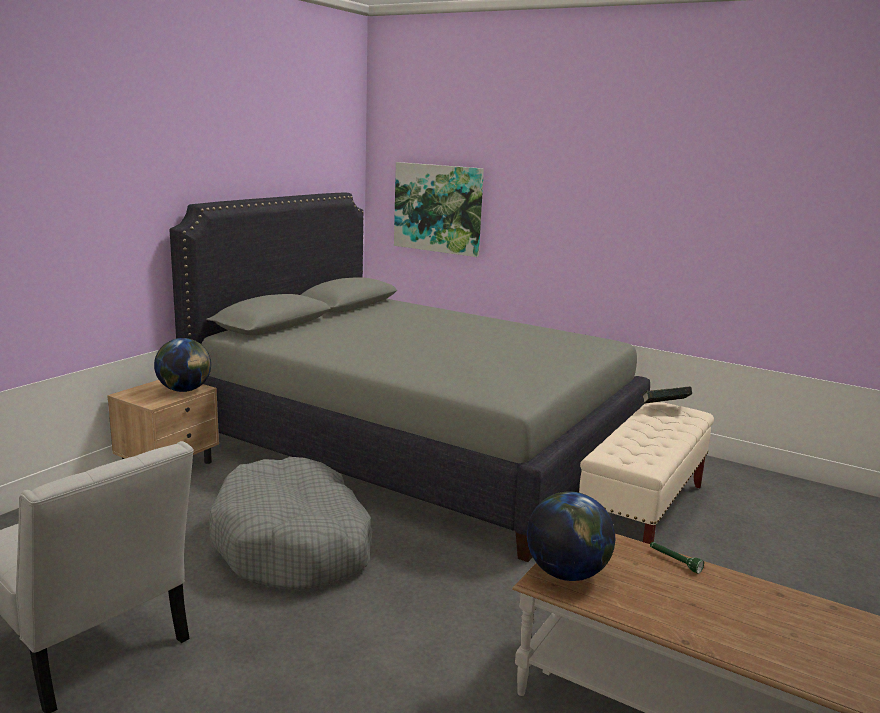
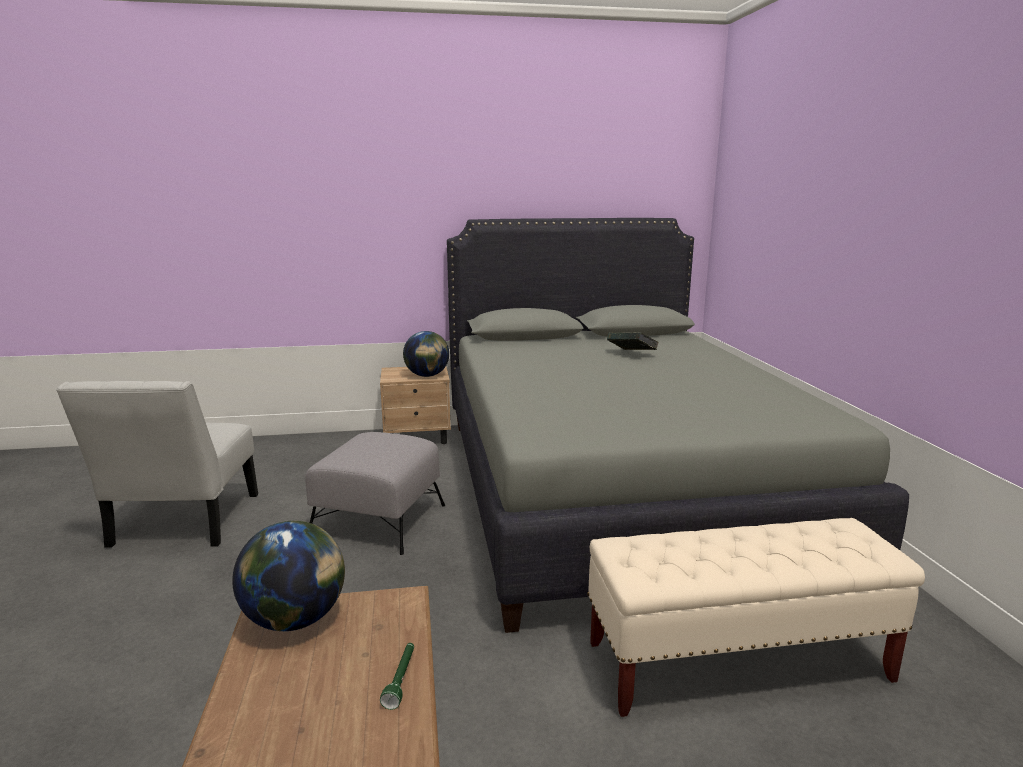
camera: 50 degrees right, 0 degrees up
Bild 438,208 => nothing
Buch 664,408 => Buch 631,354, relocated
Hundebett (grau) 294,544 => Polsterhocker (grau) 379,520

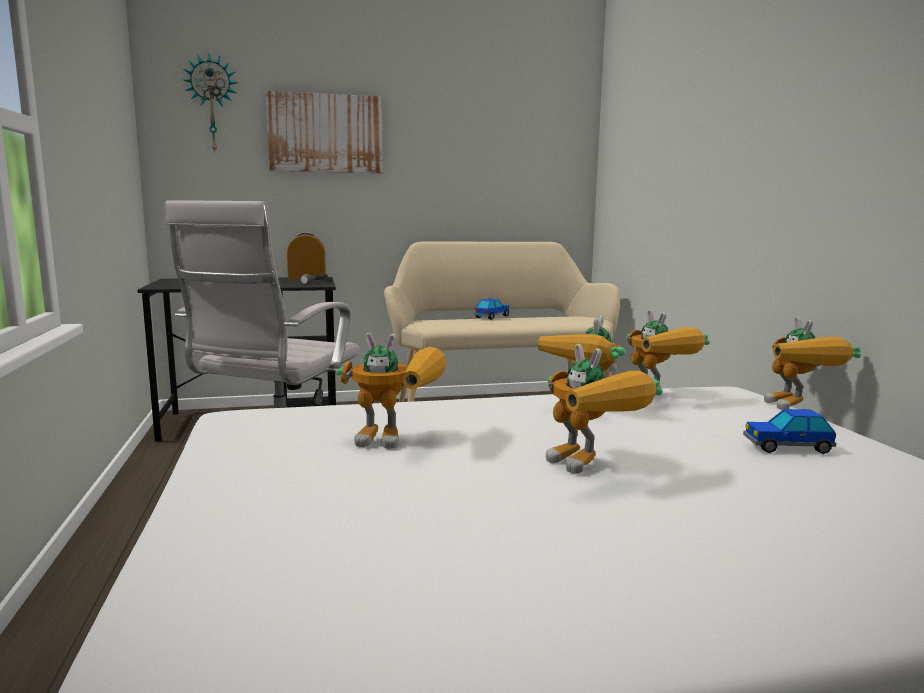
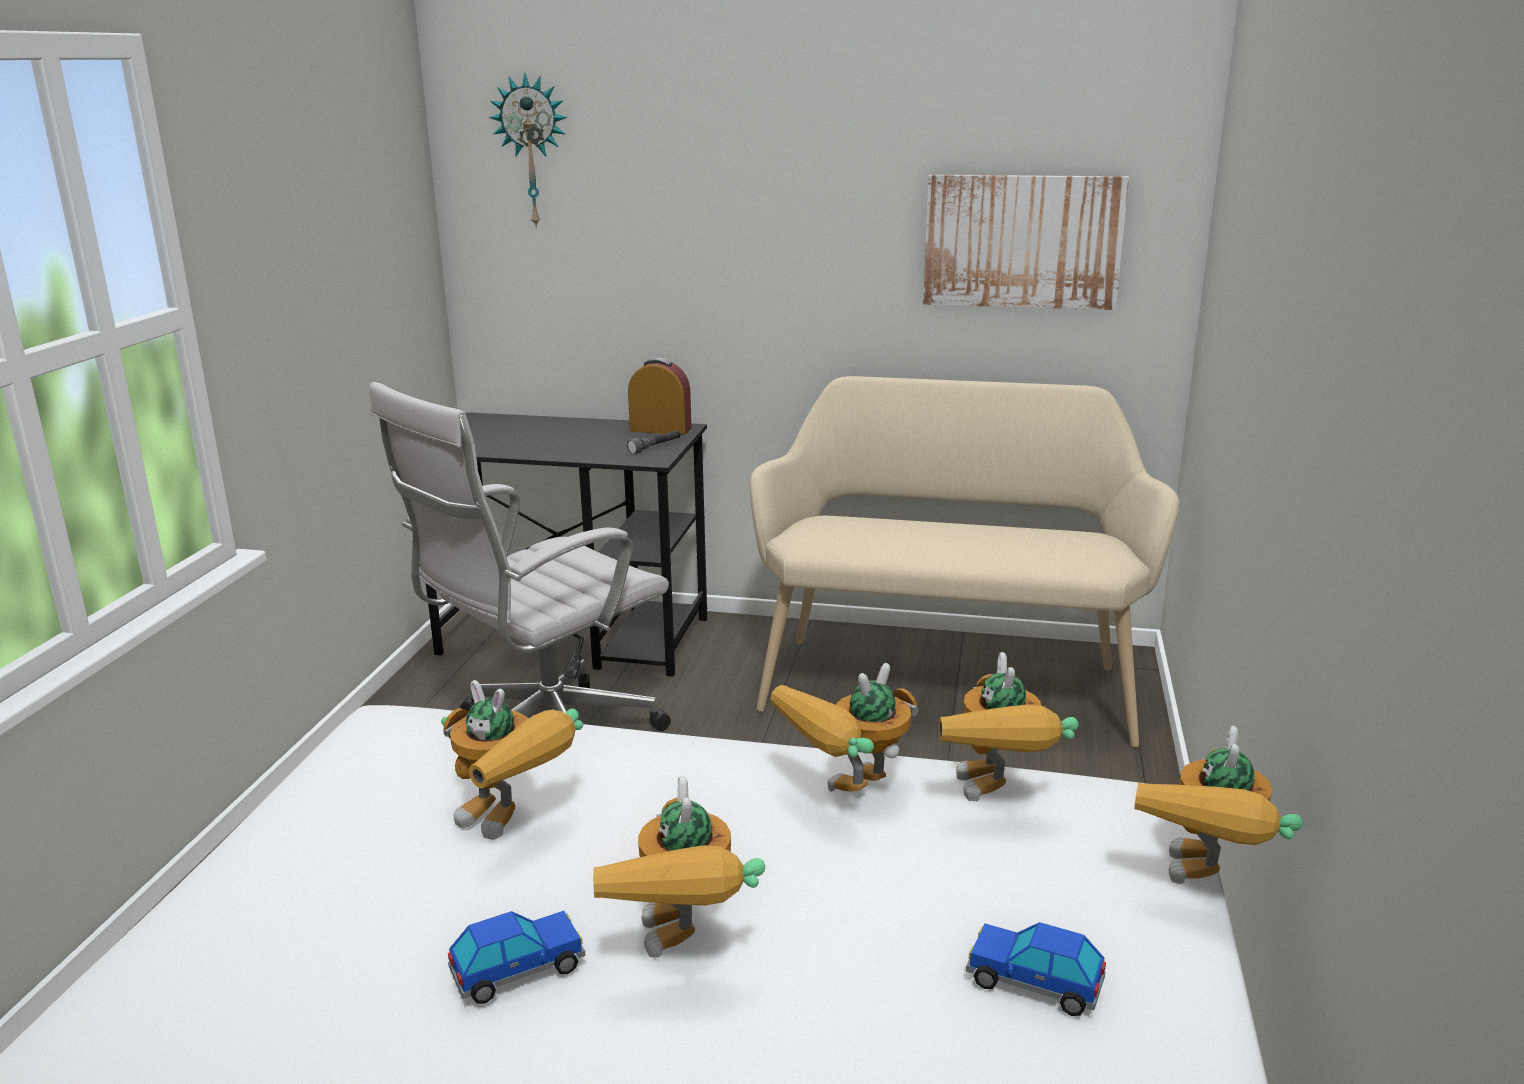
camera: 25 degrees right, 10 degrees up
Bild 325,133 => Bild 1022,241, relocated
Spielzeugauto 492,317 => Spielzeugauto 518,970, relocated

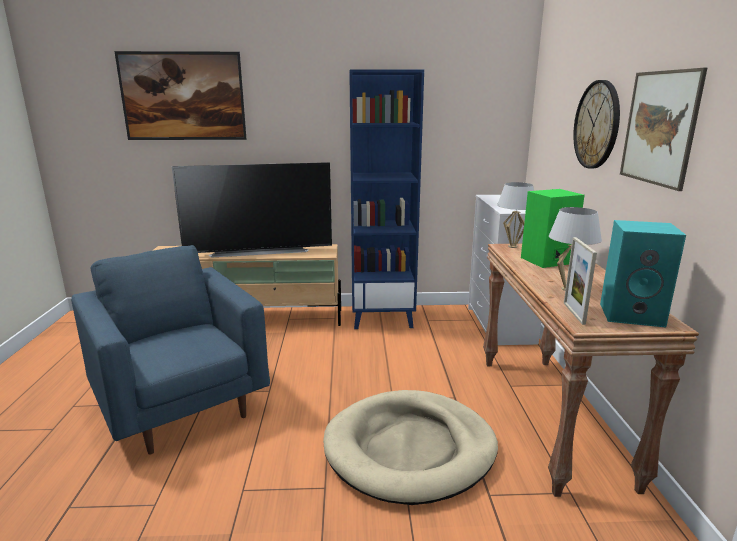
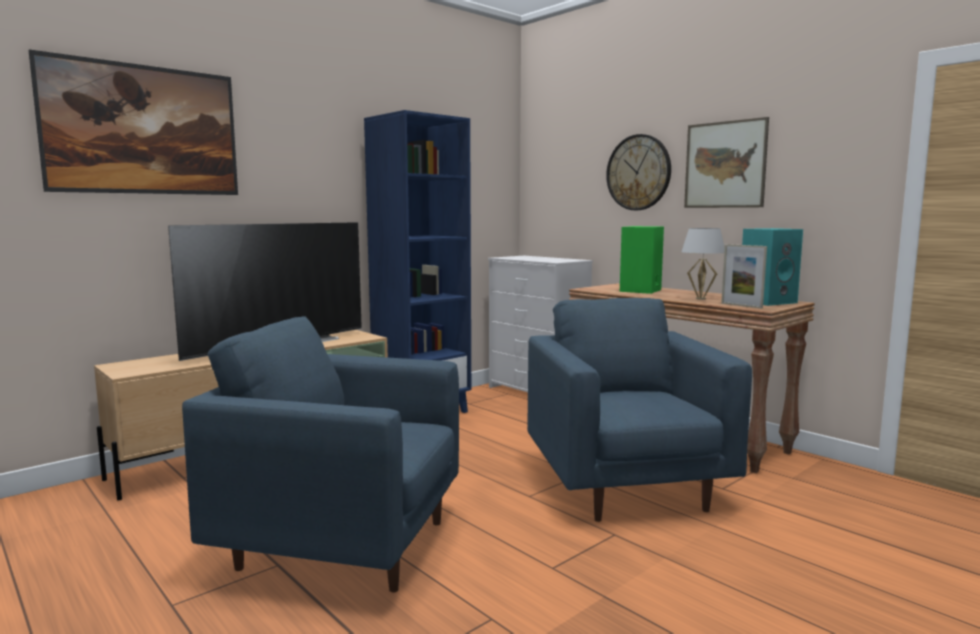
camera: 40 degrees left, 10 degrees down
Tischlampe (weiß) 512,246 => nothing
Hundebett (beige) 410,449 => Sessel (blau) 626,486

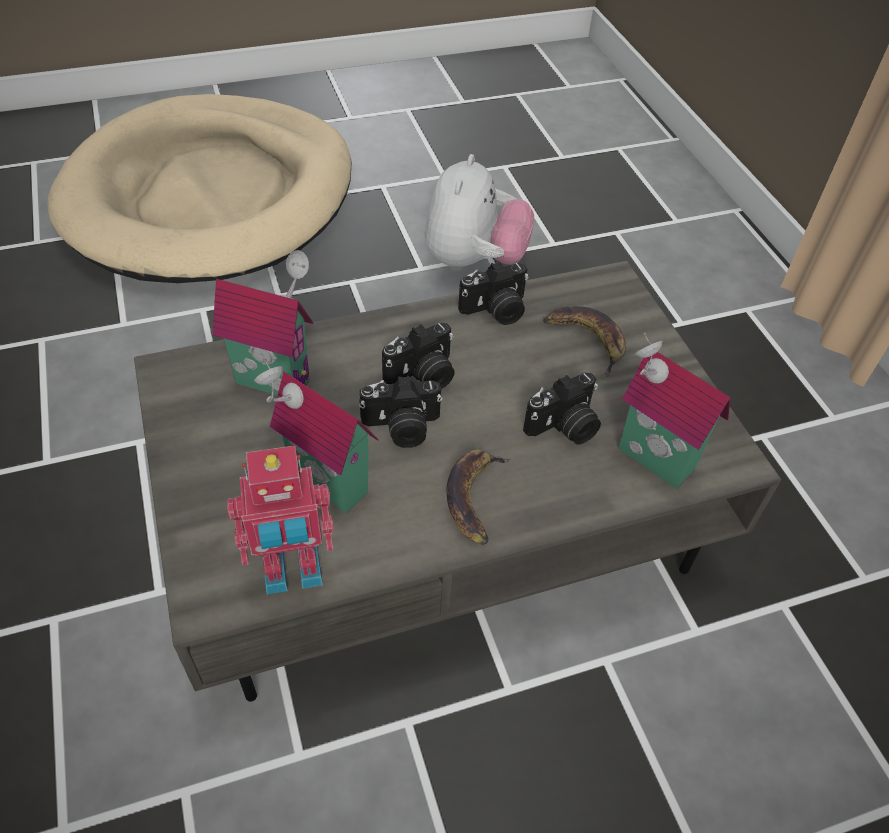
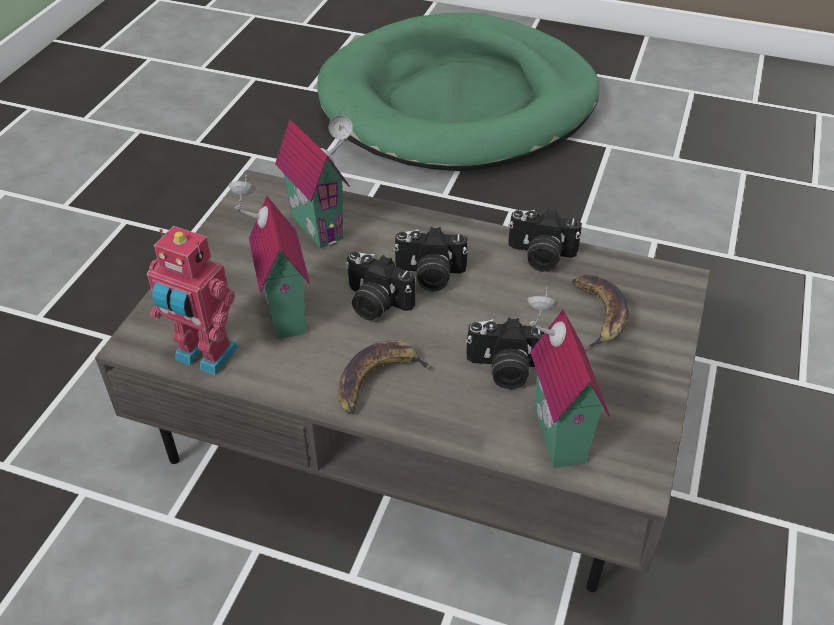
camera: 40 degrees right, 5 degrees down
Hundebett (beige) 211,196 => Hundebett (grün) 458,102
Plüschtier 473,261 => nothing

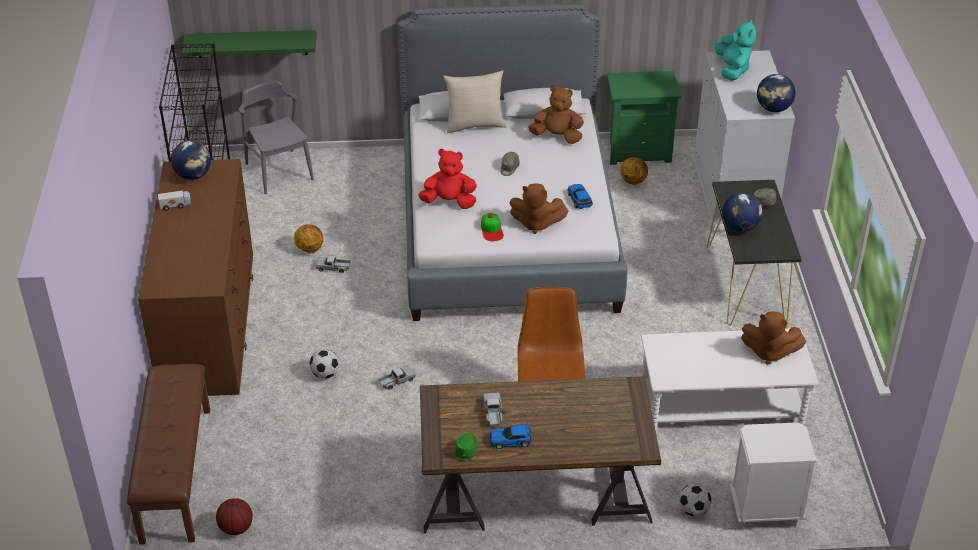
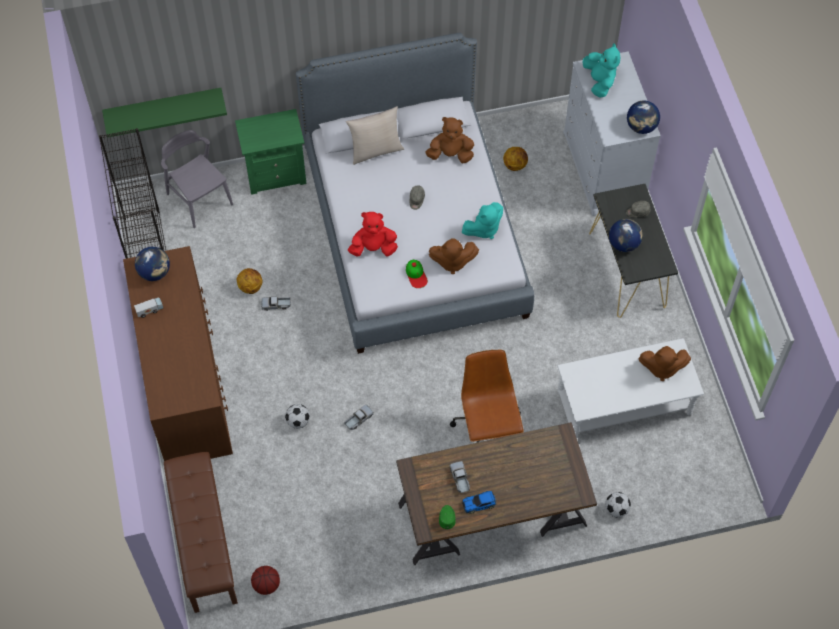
camera: 10 degrees left, 20 degrees up
Nachttisch (grün) 638,151 => Nachttisch (grün) 275,173, relocated
Spielzeugauto 579,200 => Plüschtier (türkis) 483,229
Nachttisch (weiß) 764,511 => nothing

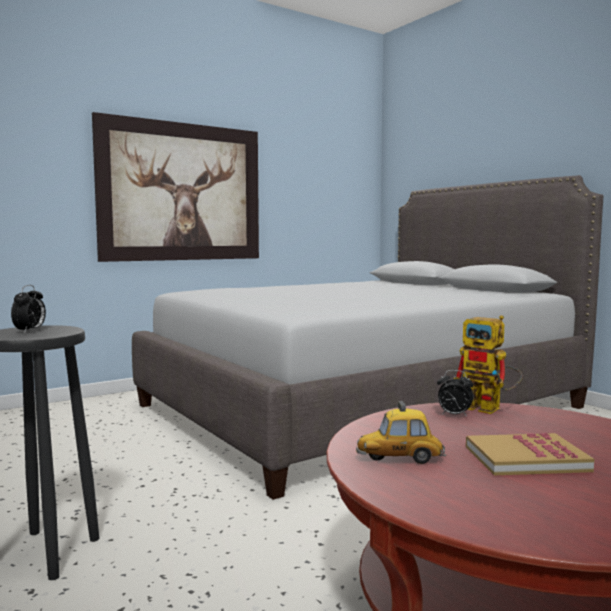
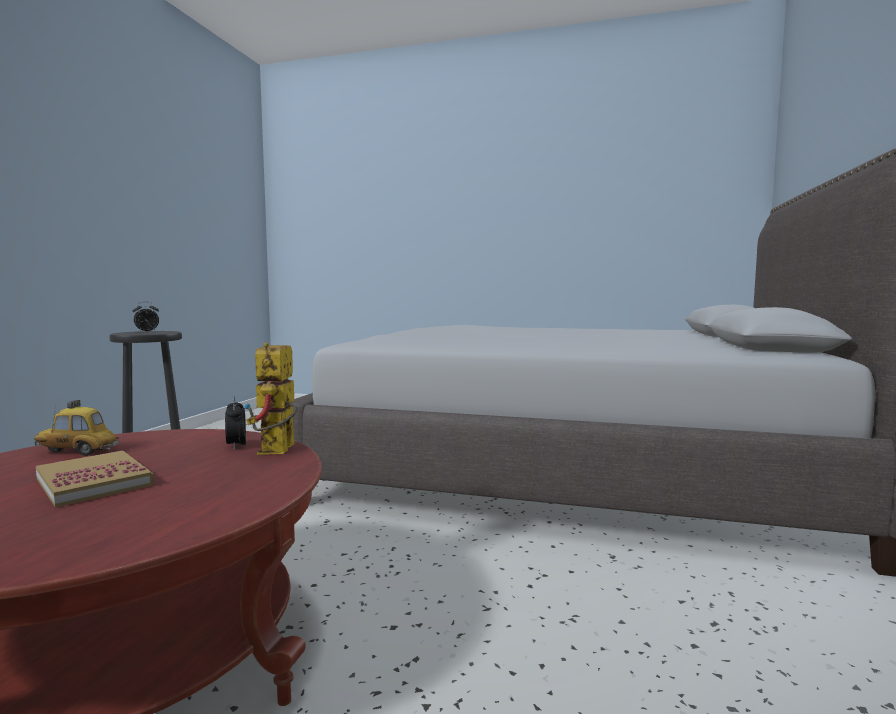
camera: 50 degrees right, 0 degrees up
Bild 182,192 => nothing
Spielzeugauto 400,459 => Spielzeugauto 77,452, 45 degrees counterclockwise

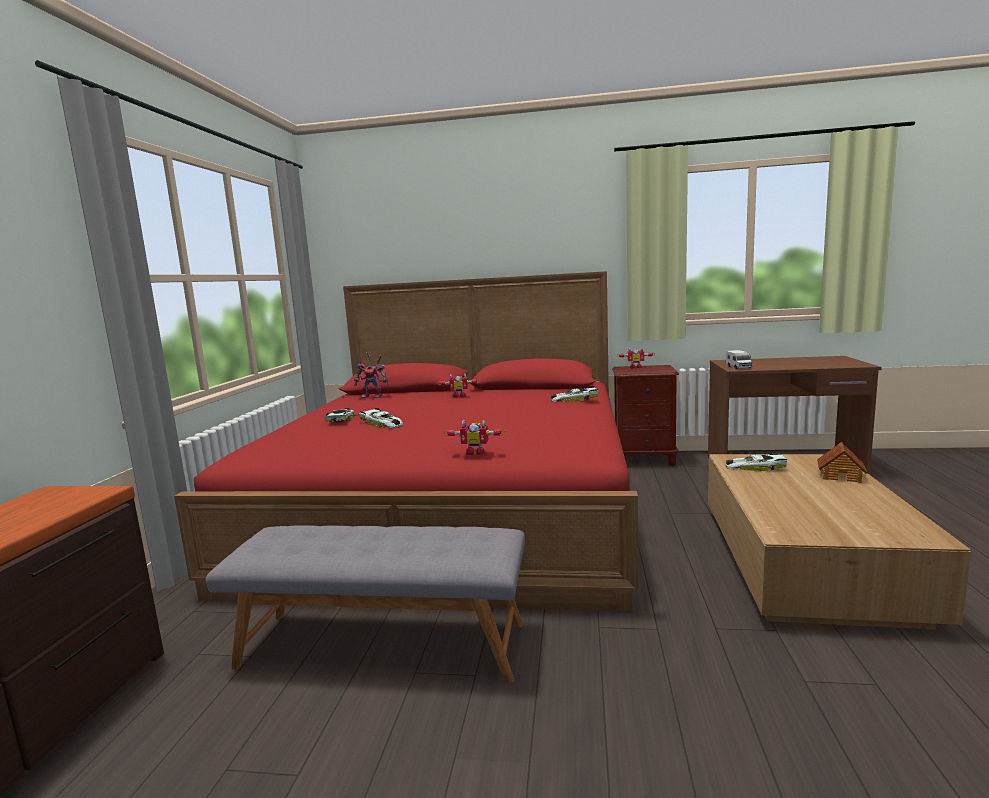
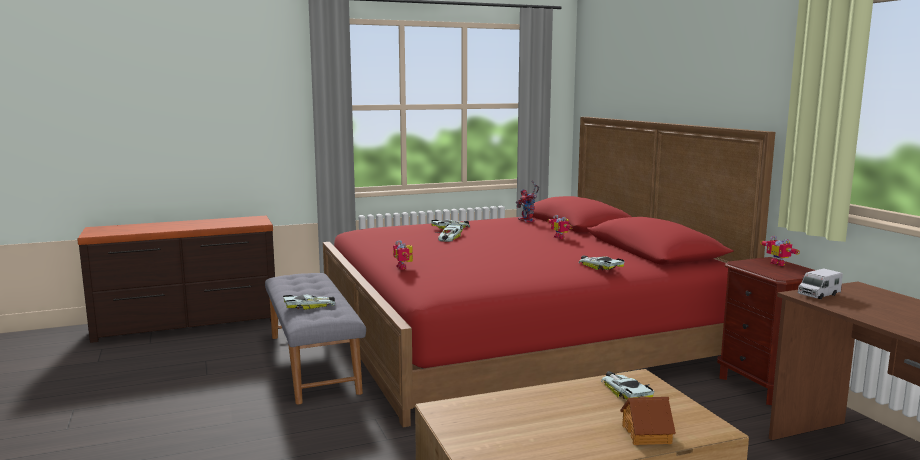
camera: 60 degrees right, 0 degrees up
nothing => Spielzeugauto 310,306

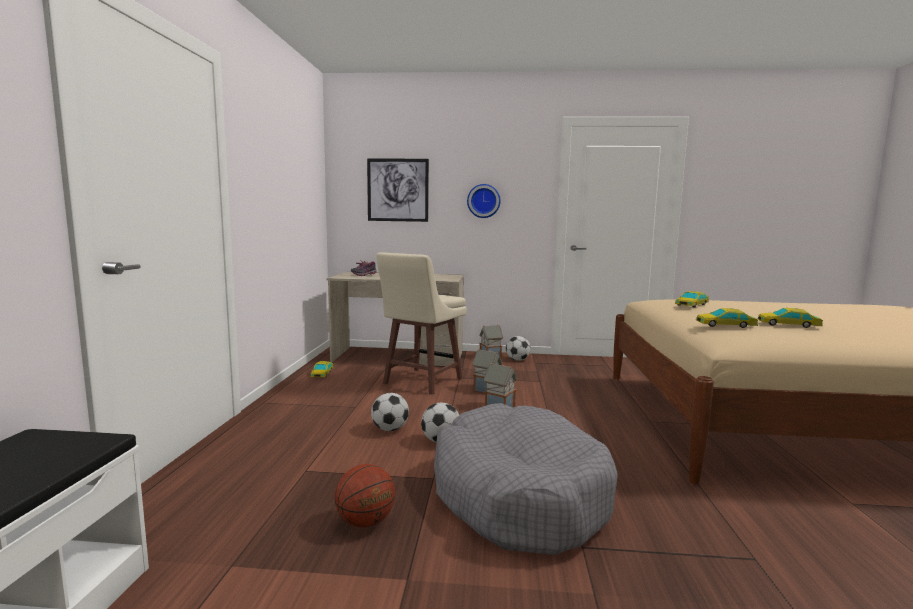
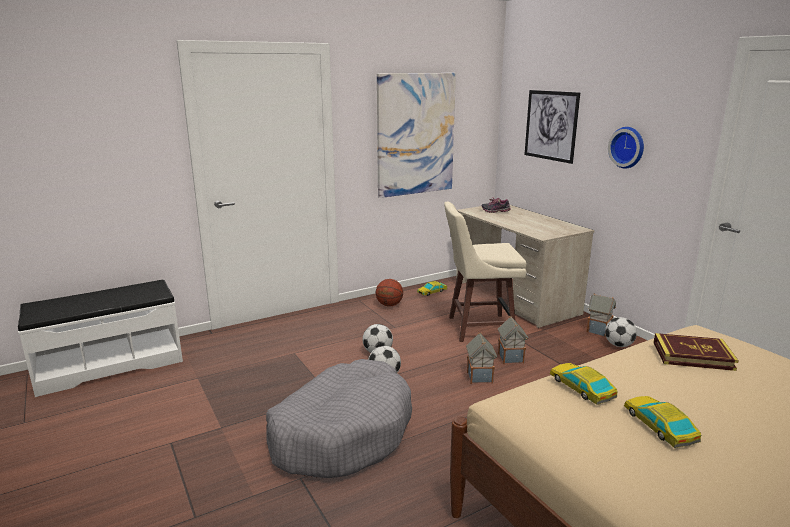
camera: 55 degrees right, 10 degrees up
Spielzeugauto 691,305 => Buch 692,356
Basketball 365,522 => Basketball 389,305, relocated
nothing => Bild 415,134

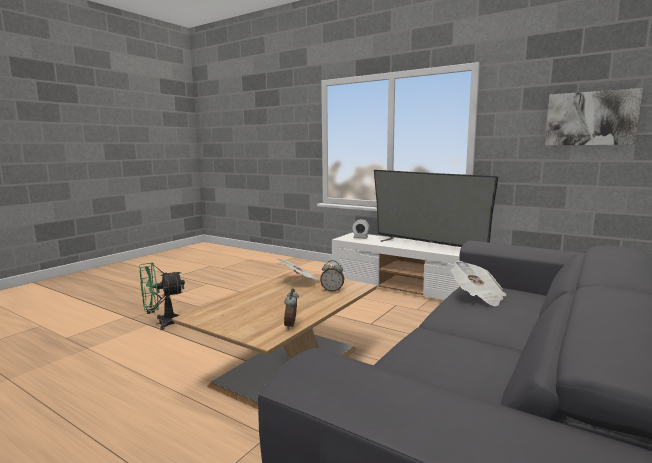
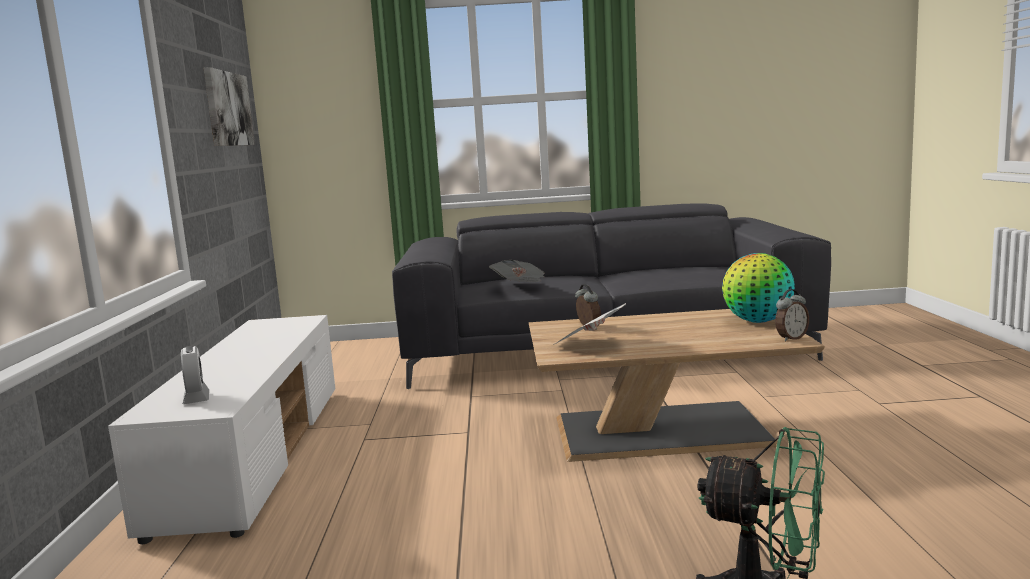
camera: 125 degrees left, 0 degrees up
Fernseher 428,246 => nothing
Wecker 292,325 => Wecker 791,338, relocated
nothing => Globus 758,321

